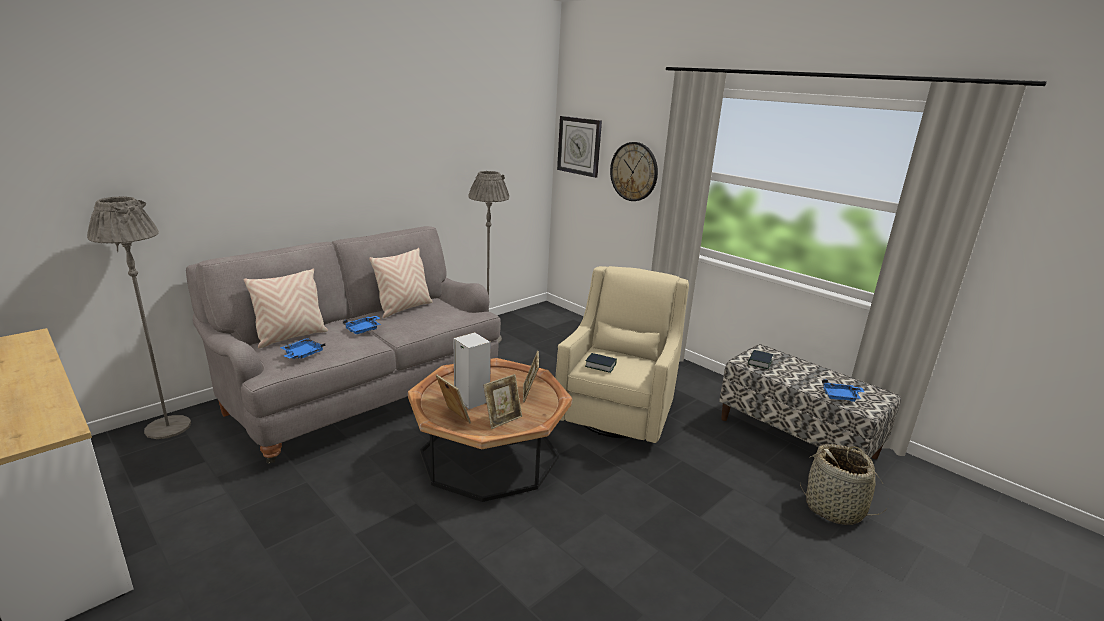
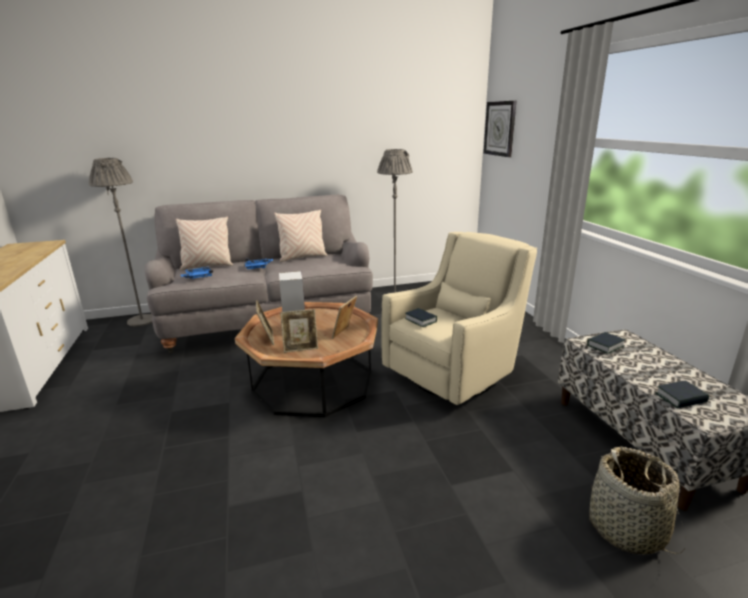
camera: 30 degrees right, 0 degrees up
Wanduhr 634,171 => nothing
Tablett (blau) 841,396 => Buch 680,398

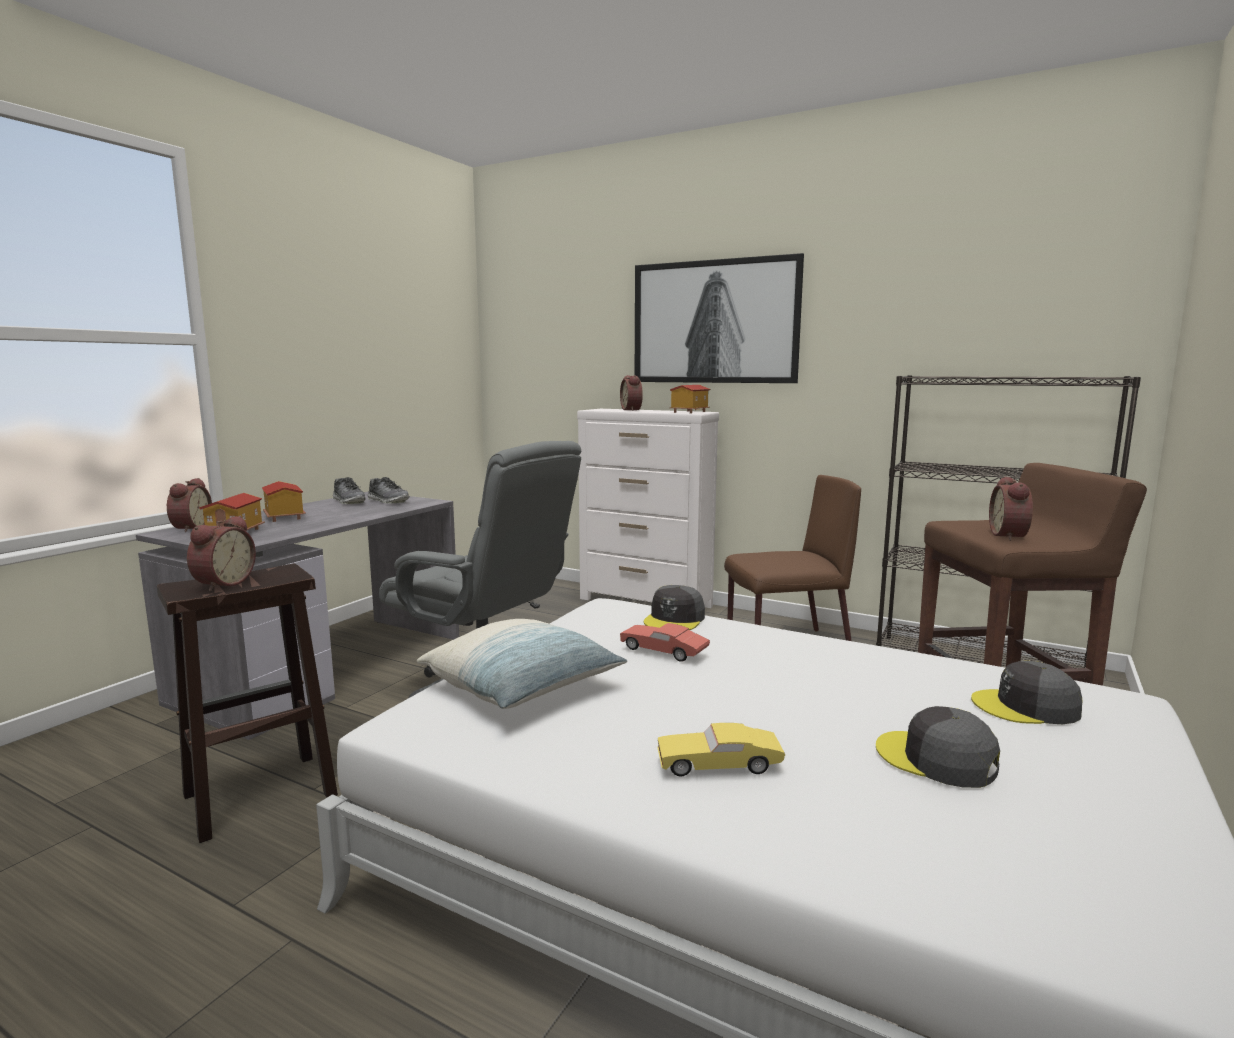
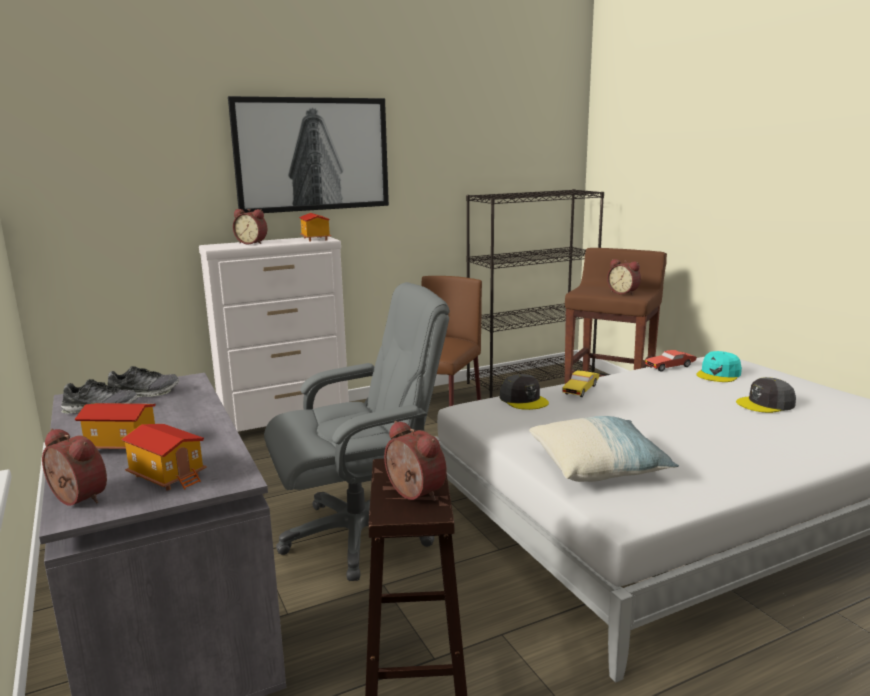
camera: 55 degrees left, 5 degrees up
Spielzeugauto (rot) 664,651 => Spielzeugauto (rot) 670,367, relocated
Kappe (grau) 1026,707 => Kappe (türkis) 719,374
Spielzeugauto (gelb) 719,765 => Spielzeugauto (gelb) 580,389, relocated

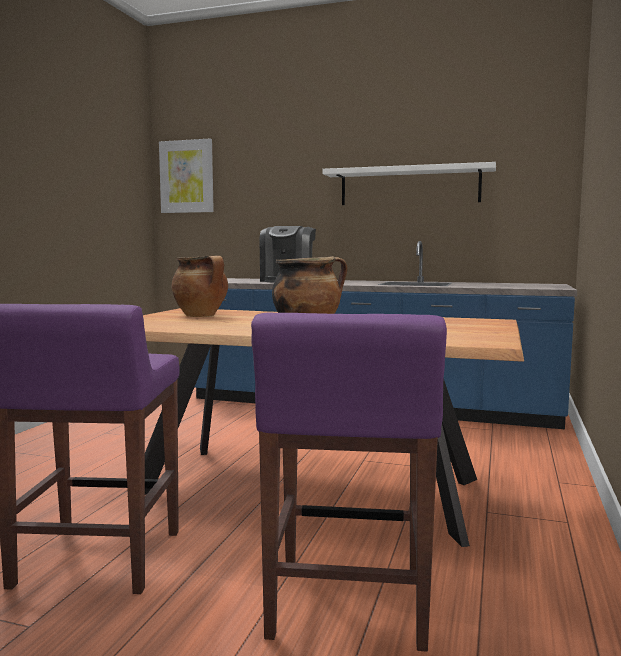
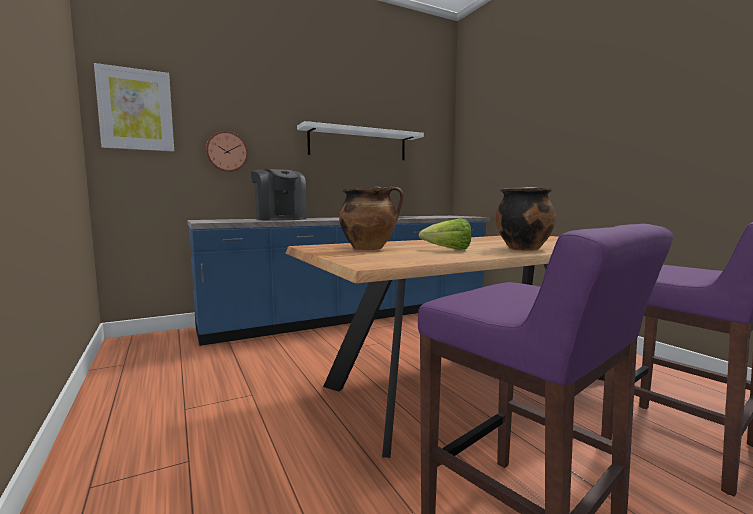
camera: 45 degrees left, 0 degrees up
nothing => Wanduhr 226,152
nothing => Salatkopf 448,250

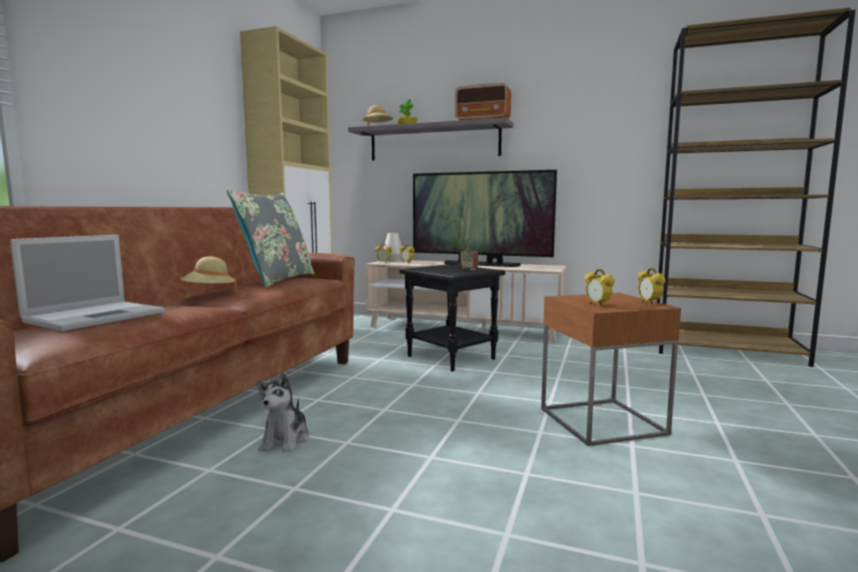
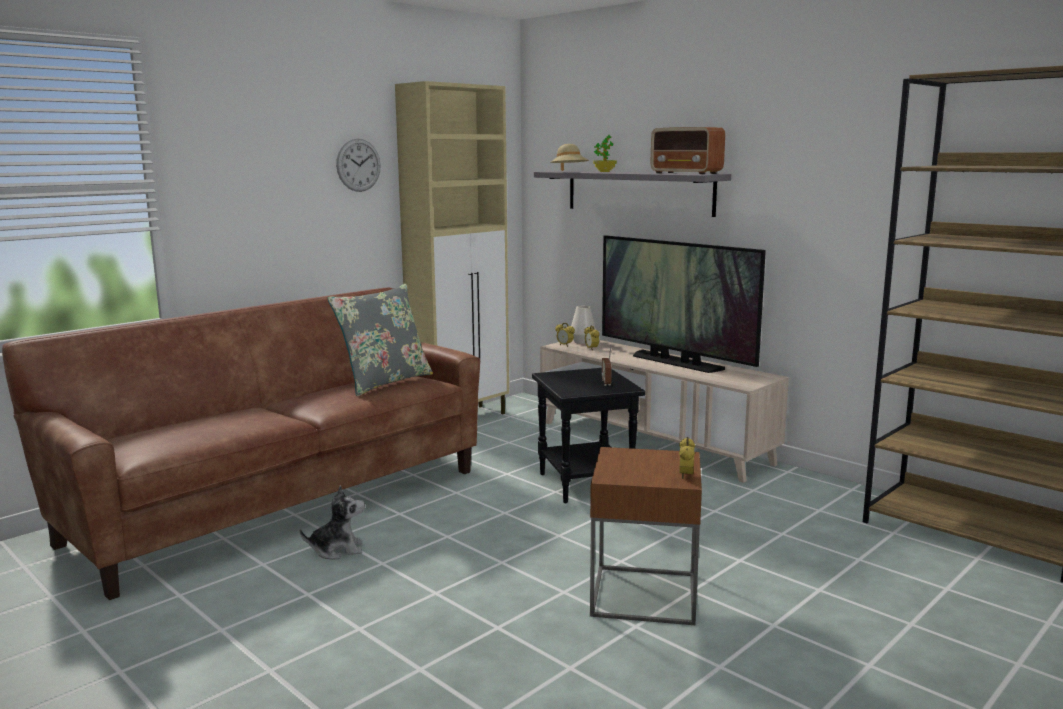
camera: 25 degrees right, 5 degrees up
Laptop 98,316 => nothing
Hut (beige) 209,292 => nothing
Wecker 597,305 => nothing
Plüschtier 285,440 => Plüschtier 337,550, 135 degrees counterclockwise
nothing => Wanduhr 358,165

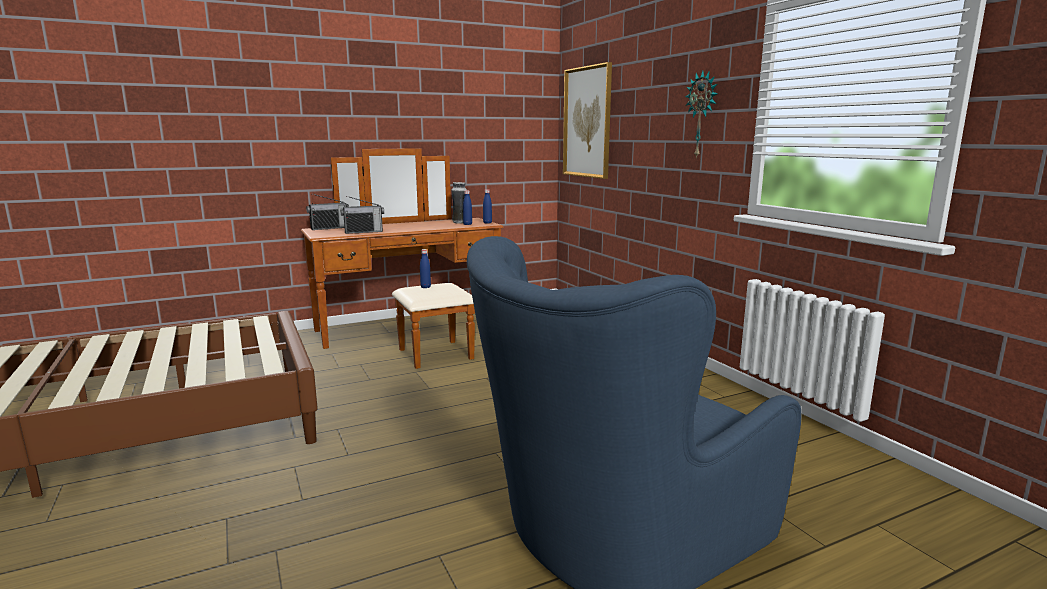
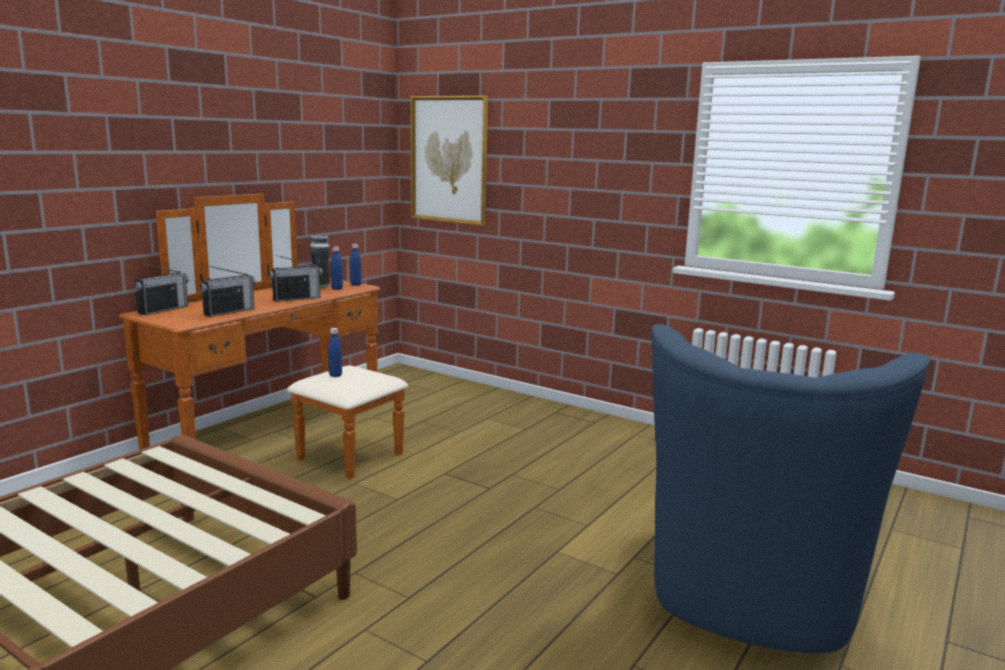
camera: 30 degrees left, 0 degrees up
Wanduhr 702,115 => nothing
nothing => Radio 296,299

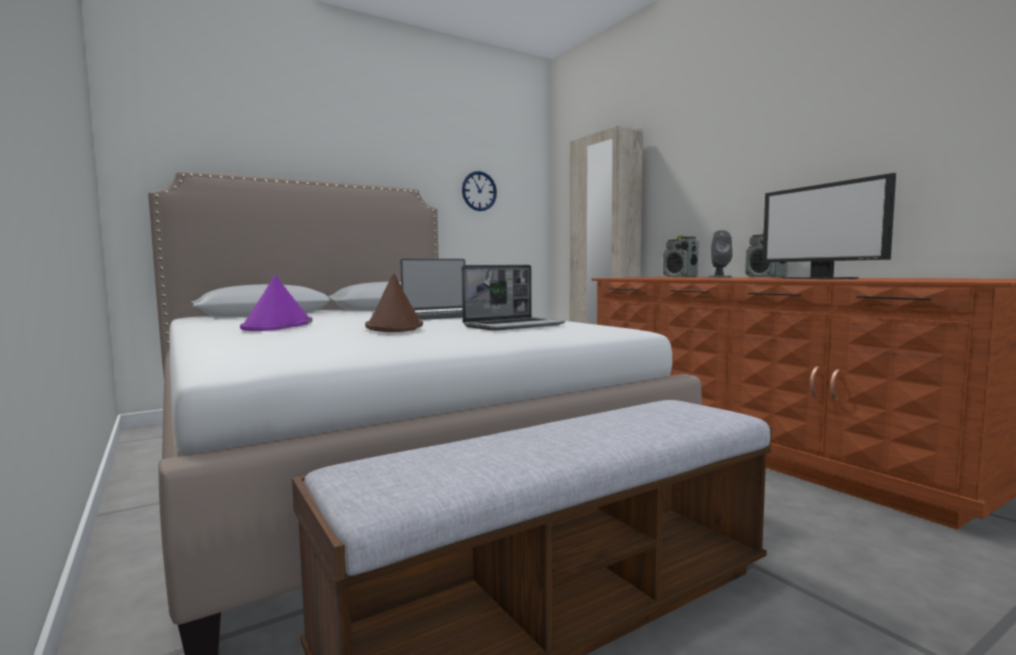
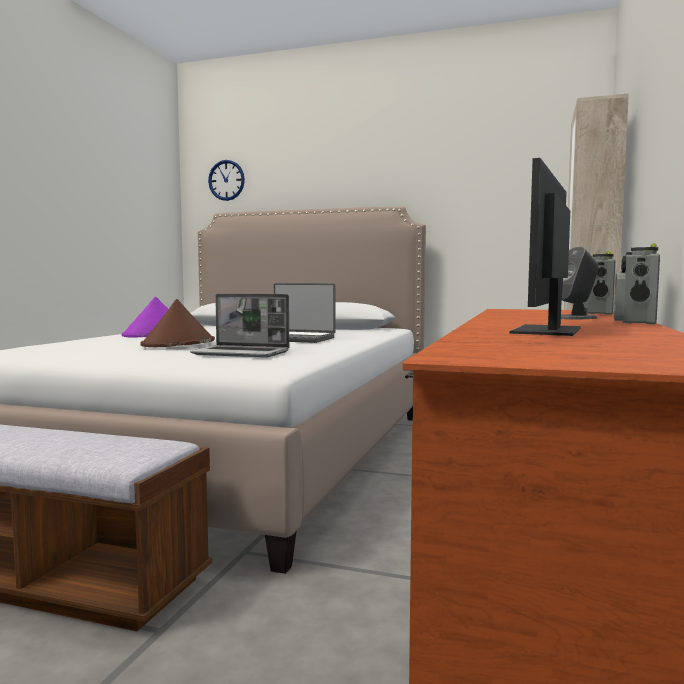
camera: 50 degrees right, 0 degrees up
Wanduhr 479,191 => Wanduhr 226,180, relocated

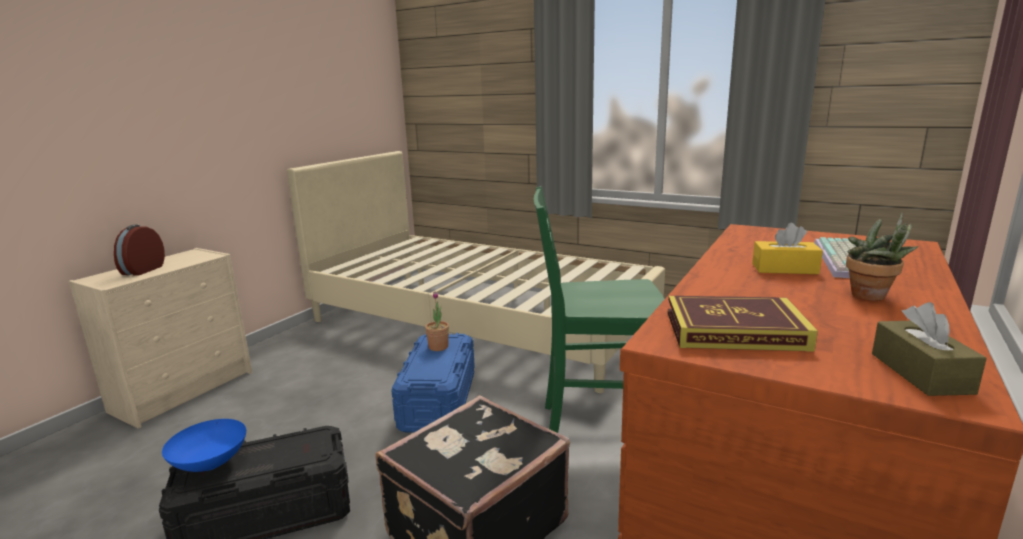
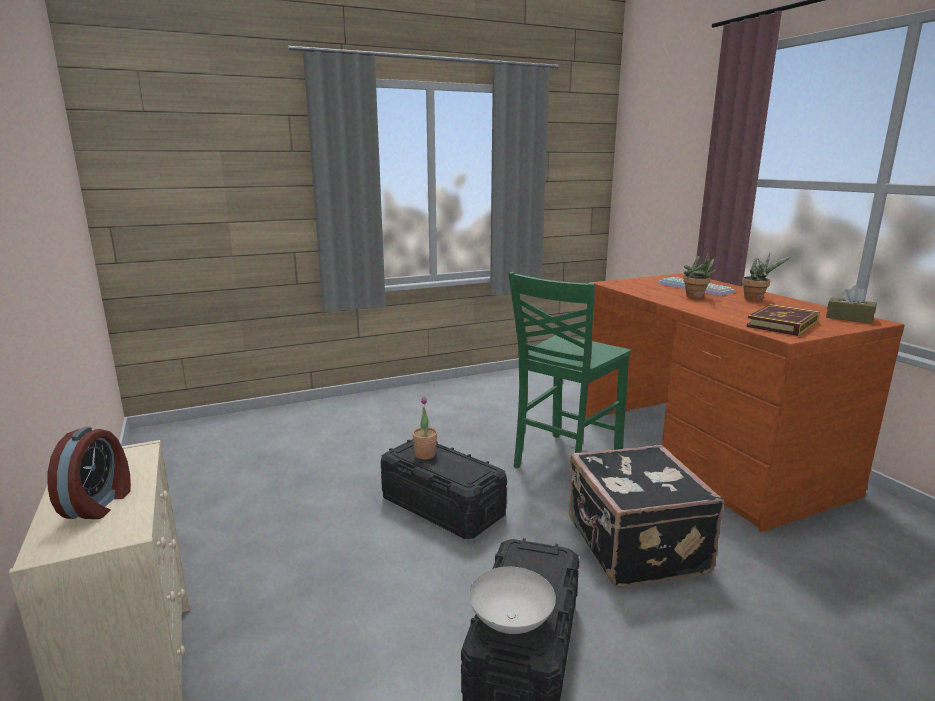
camera: 55 degrees left, 0 degrees up
Bett (beige) 480,322 => nothing
Taschentuchbox (gelb) 784,269 => Topfpflanze 696,297
Wecker 142,270 => Wecker 99,504, 135 degrees counterclockwise
Aufbewahrungsbox (blau) 439,401 => Aufbewahrungsbox (schwarz) 442,506
Schüssel (blau) 212,463 => Schüssel (weiß) 510,620

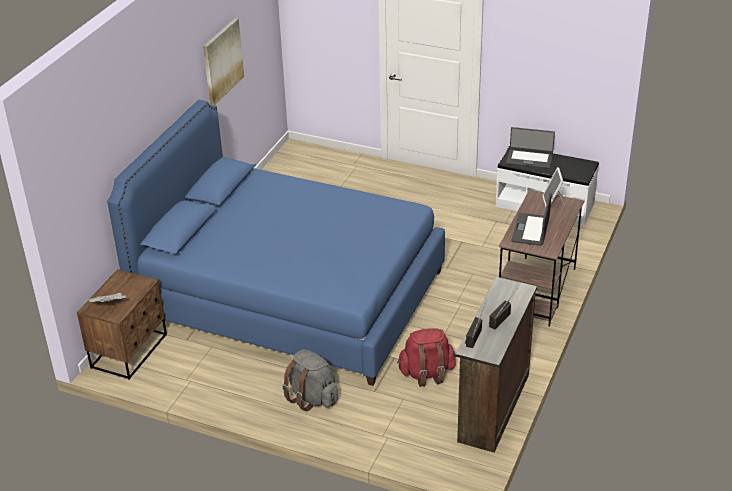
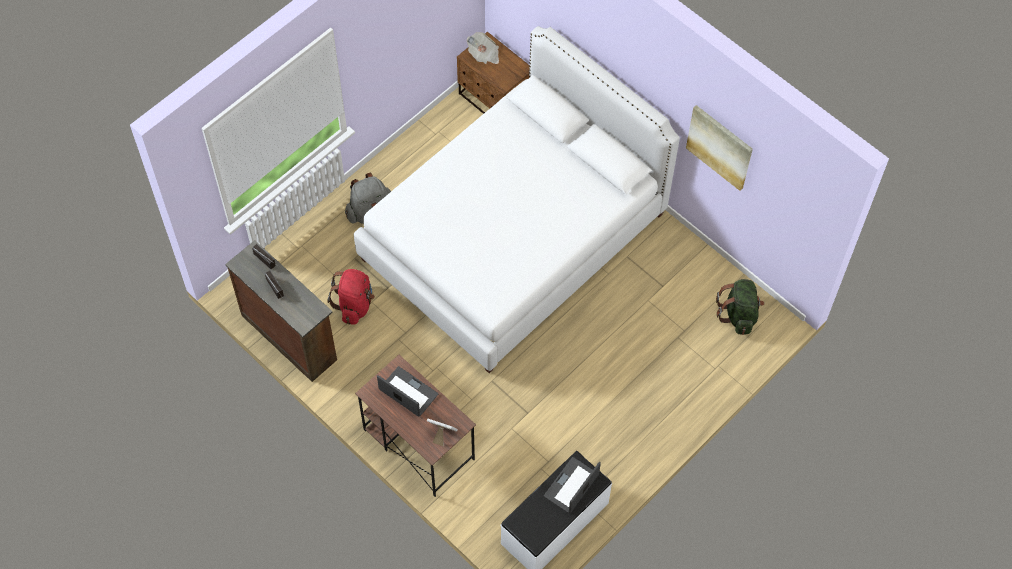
camera: 110 degrees right, 25 degrees up
Bett (blau) 290,295 => Bett (weiß) 513,236
nothing => Rucksack (grün) 738,314

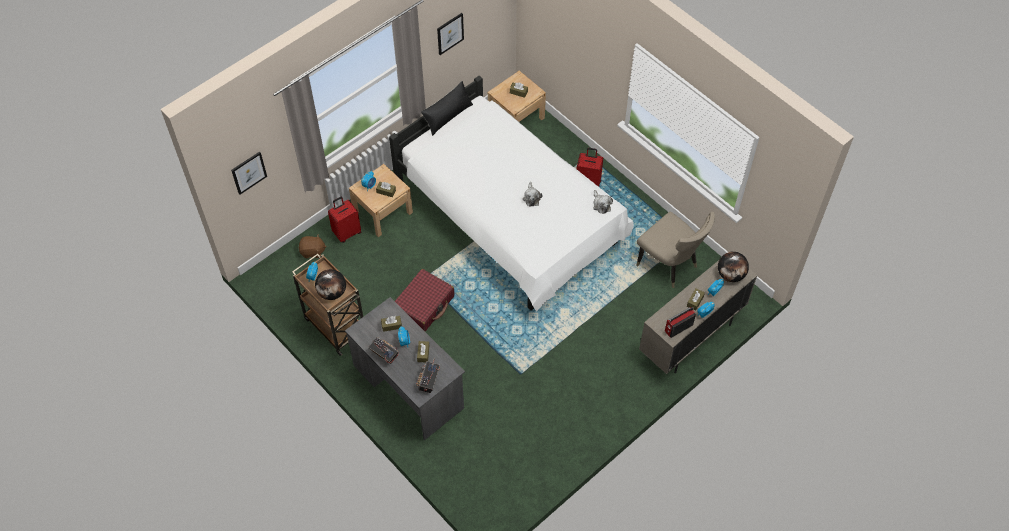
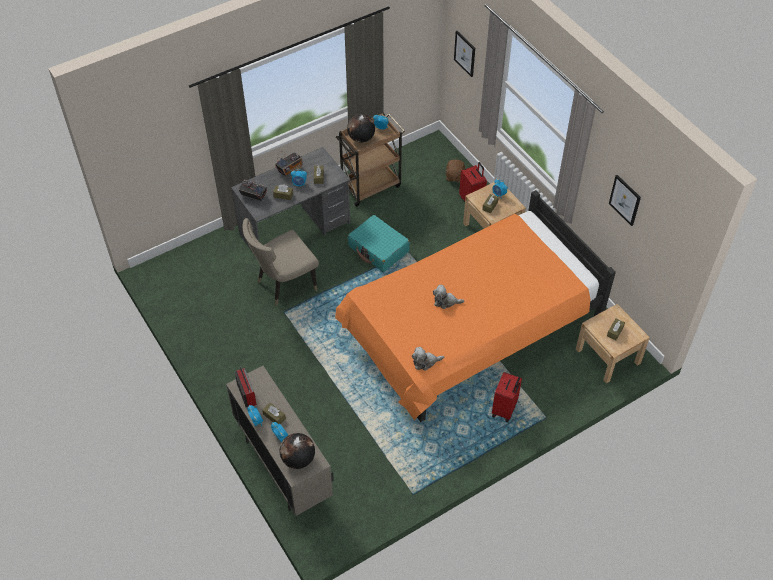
camera: 100 degrees right, 5 degrees down
Bett (weiß) 510,218 => Bett (orange) 469,330
Kissen (schwarz) 447,116 => nothing
Stuhl (beige) 670,265 => Stuhl (beige) 283,284, relocated
Koffer (rot) 424,304 => Koffer (türkis) 378,249

